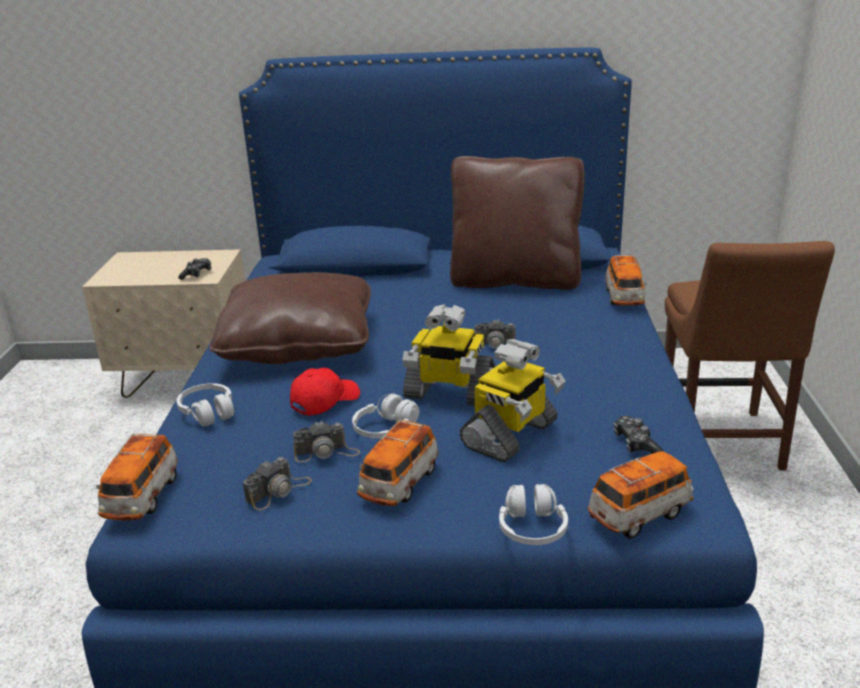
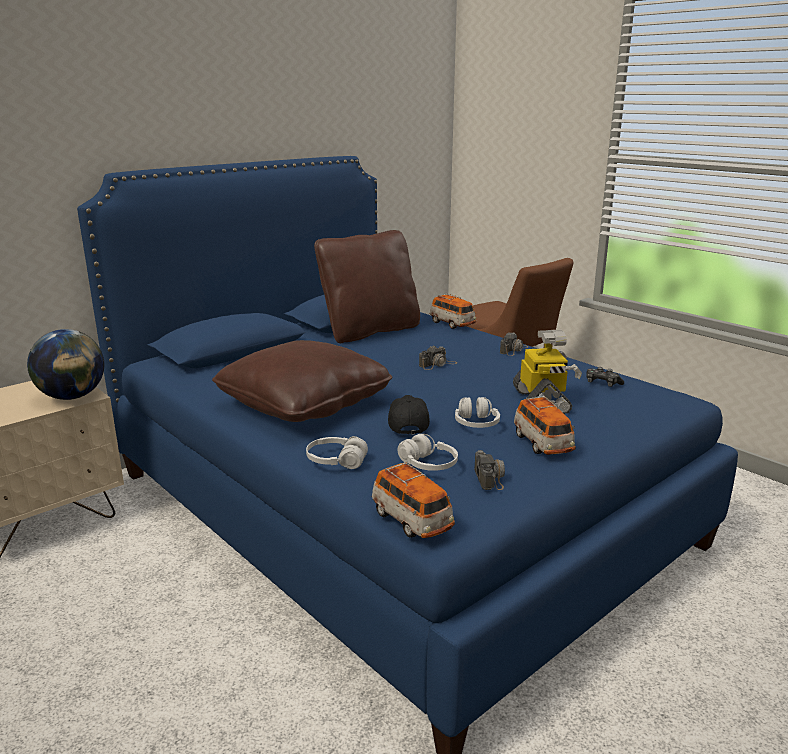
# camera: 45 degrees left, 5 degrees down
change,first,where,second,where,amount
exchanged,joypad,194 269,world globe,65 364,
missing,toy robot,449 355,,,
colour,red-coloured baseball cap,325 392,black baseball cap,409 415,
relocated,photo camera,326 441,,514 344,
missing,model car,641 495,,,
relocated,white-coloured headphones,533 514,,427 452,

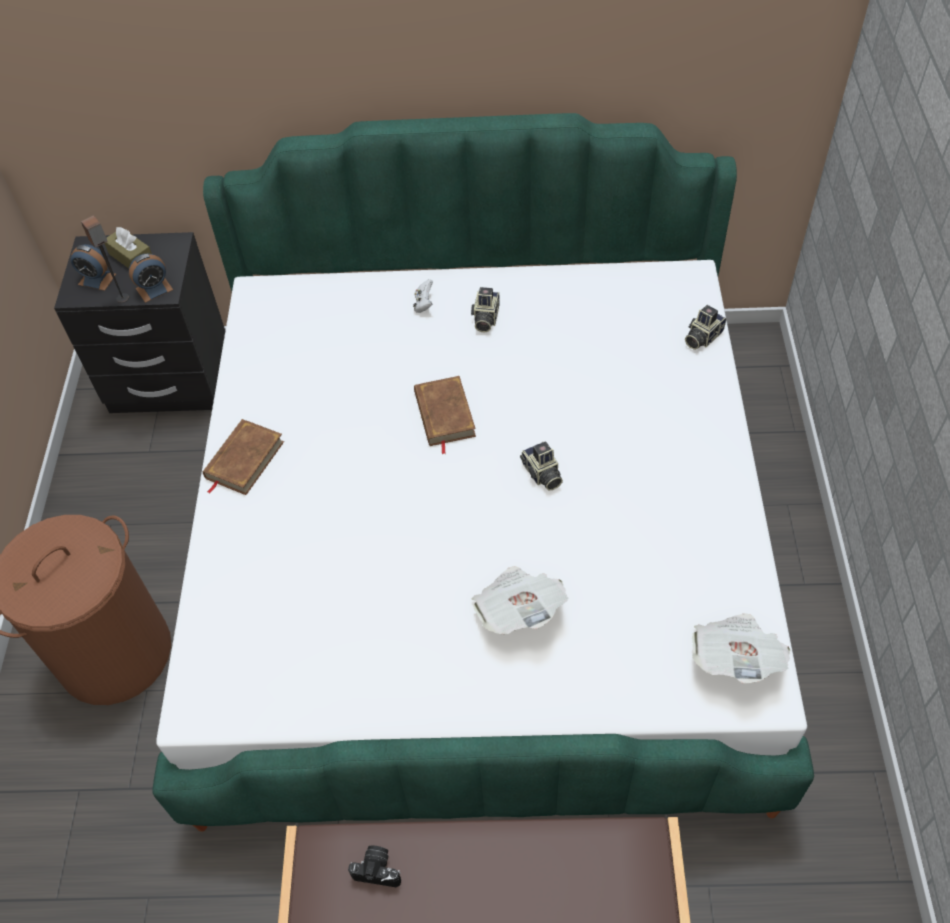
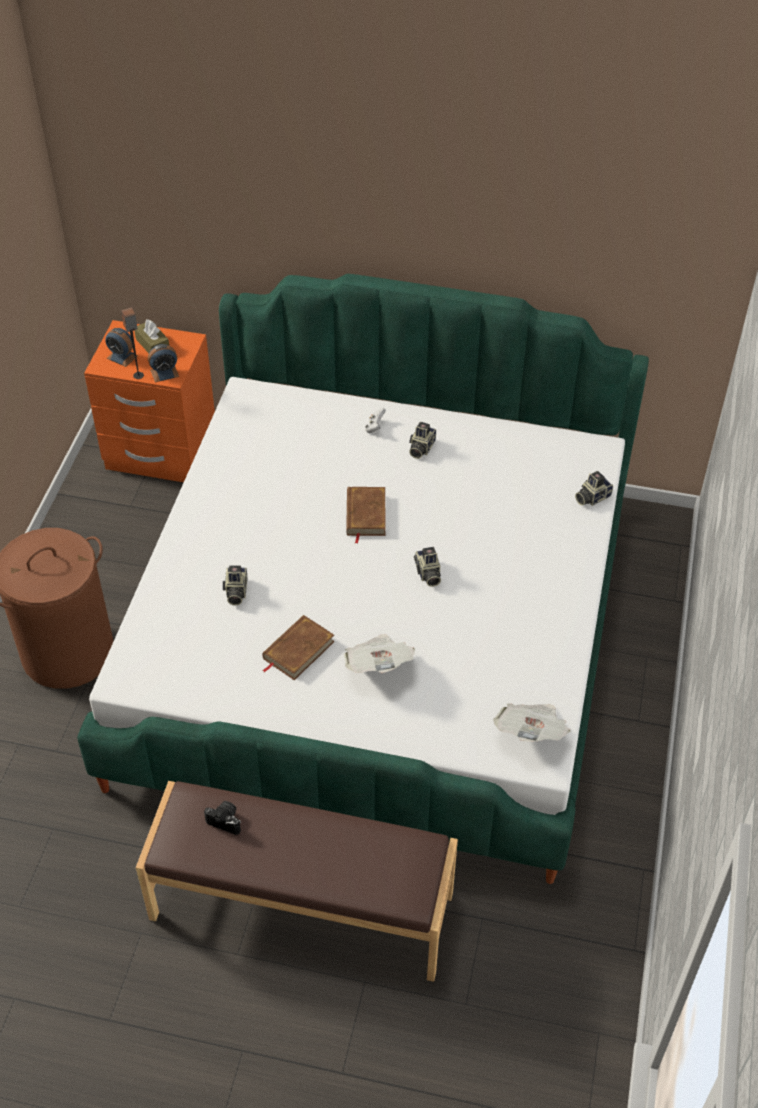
# camera: 10 degrees right, 5 degrees down
change,first,where,second,where,amount
colour,black bedside table,139 322,orange-coloured bedside table,149 401,
relocated,brown-coloured bound book,243 457,,298 647,
appeared,,,photo camera,235 585,

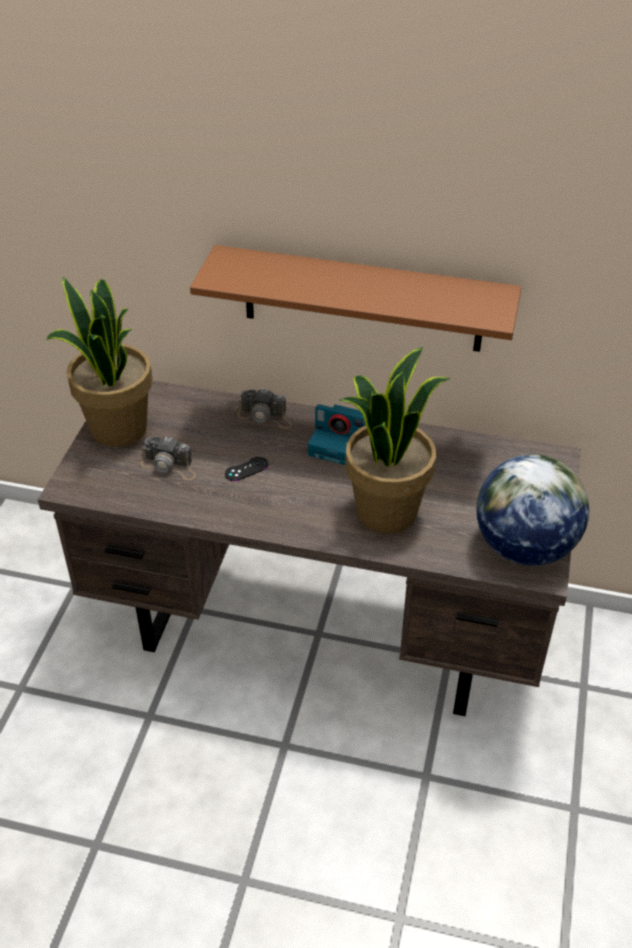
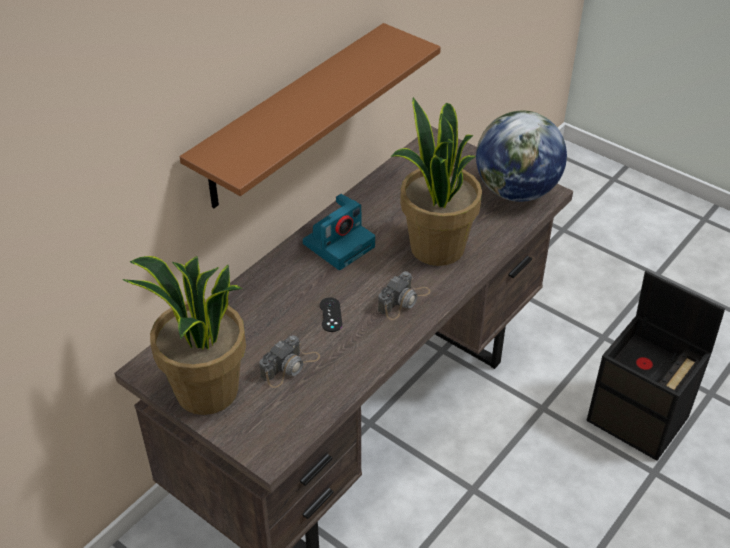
# camera: 65 degrees left, 0 degrees up
change,first,where,second,where,amount
relocated,photo camera,265 408,,404 295,
appeared,,,black storage container,656 366,

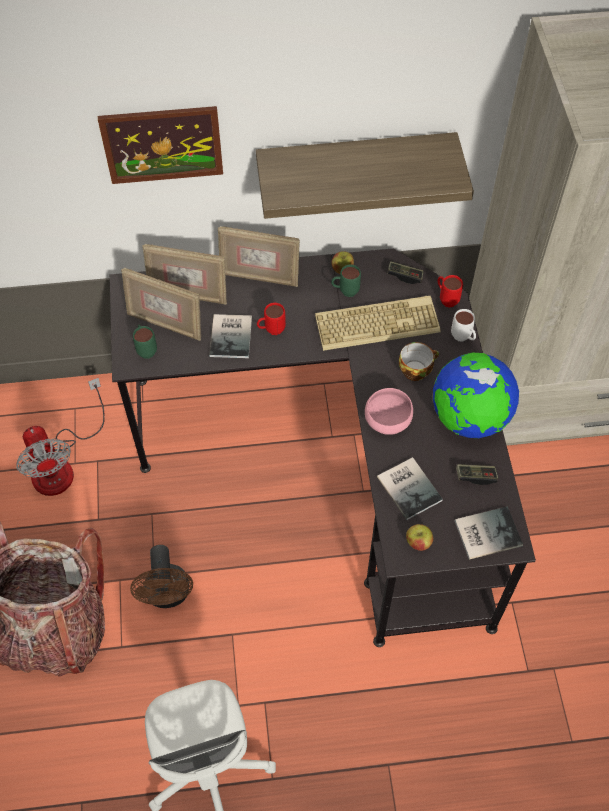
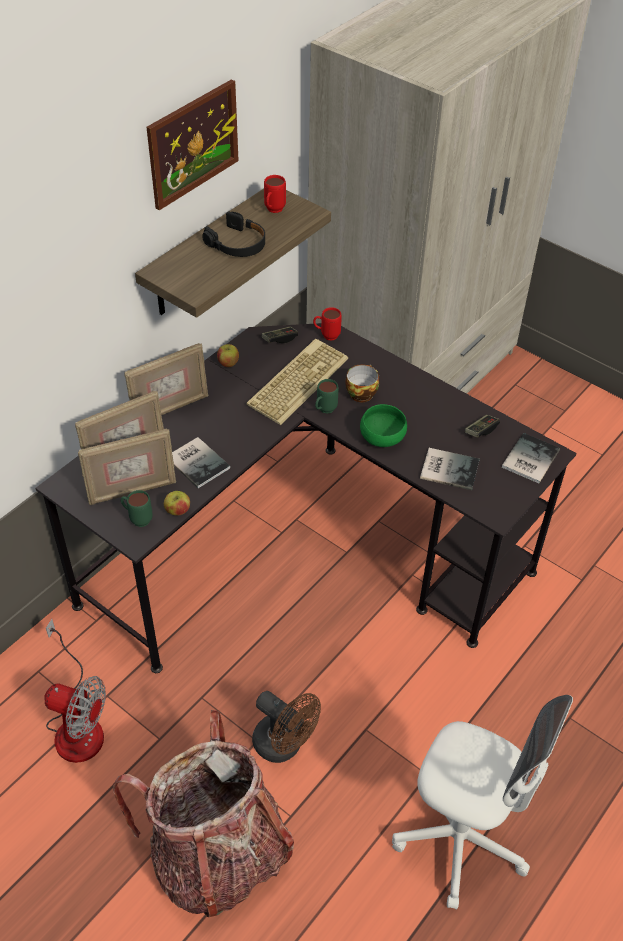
# camera: 45 degrees left, 10 degrees down
change,first,where,second,where,amount
relocated,wall art,160 145,,193 144,
relocated,green-coloured coffee mug,346 280,,327 396,
relocated,red-coloured coffee mug,271 319,,275 194,
missing,white-coloured coffee mug,463 325,,,
missing,world globe,476 395,,,
colour,pink-coloured deep dish,389 411,green-coloured deep dish,383 425,
relocated,apple fruit,419 537,,177 503,
appeared,,,black headphones,233 234,

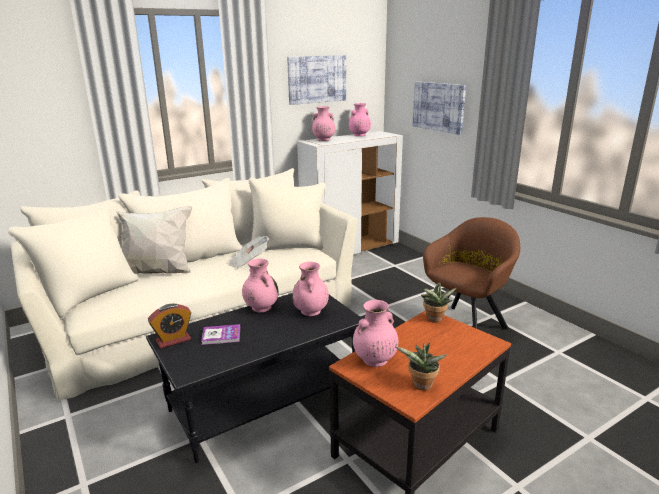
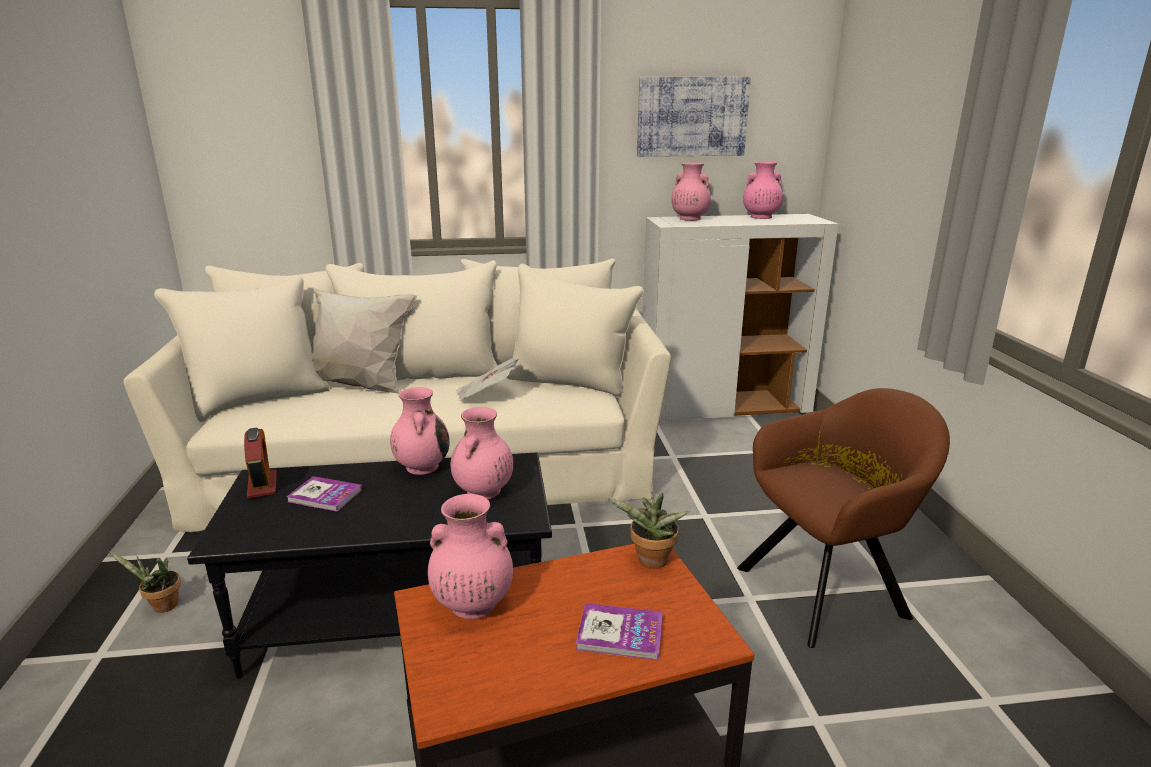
# camera: 25 degrees right, 0 degrees up
change,first,where,second,where,amount
missing,wall art,439 108,,,
spun,bedside clock,169 326,,260 463,105 degrees counterclockwise
relocated,houseplant,421 367,,145 582,
appeared,,,bound book,619 631,

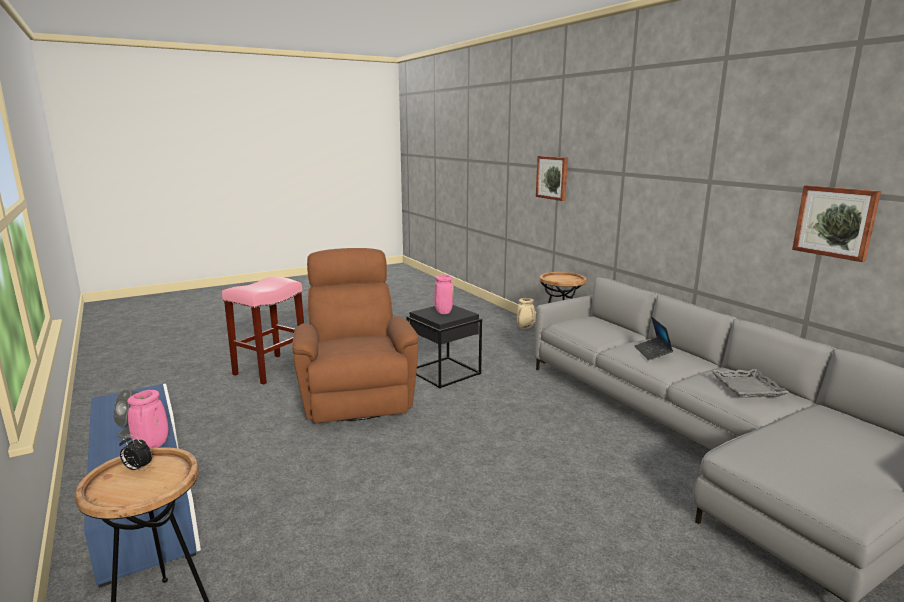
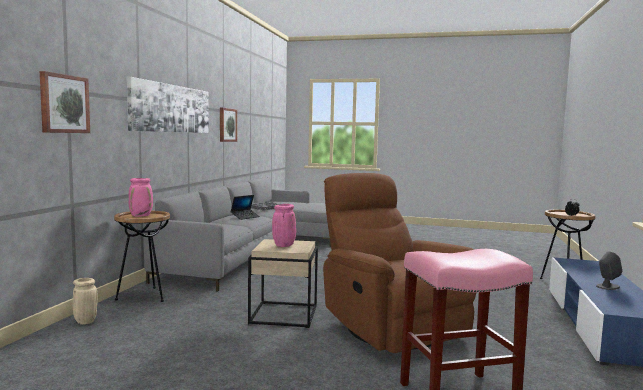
# camera: 135 degrees left, 10 degrees down
change,first,where,second,where,amount
spun,brown-coloured lounge chair,355 335,,399 263,120 degrees clockwise
colour,black accent table,444 347,beige accent table,283 283,
relocated,pink-coloured flower vase,148 419,,141 197,
appeared,,,wall art,168 105,

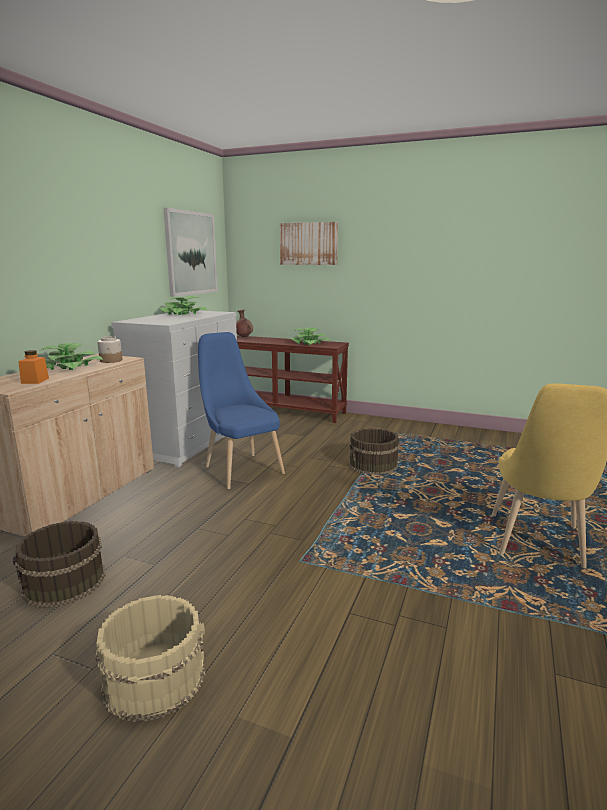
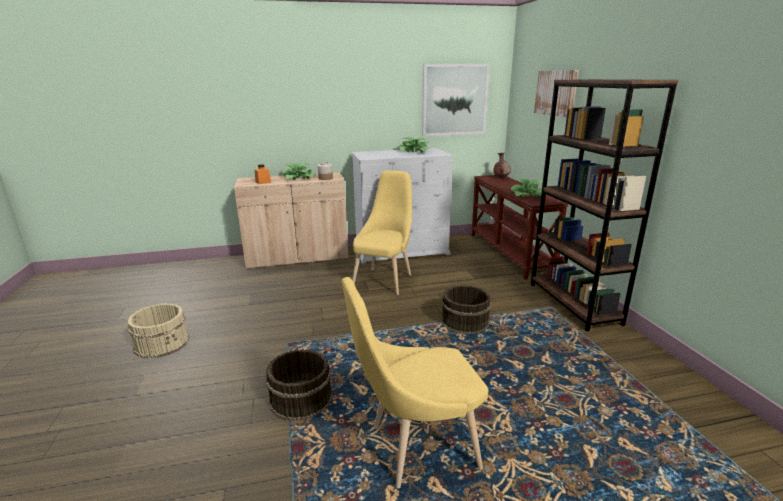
# camera: 55 degrees right, 5 degrees up
change,first,where,second,where,amount
colour,bluish chair,241 410,yellow chair,382 233,
relocated,brown-coloured water bucket,59 564,,299 385,
appeared,,,brown-coloured bookcase,604 205,

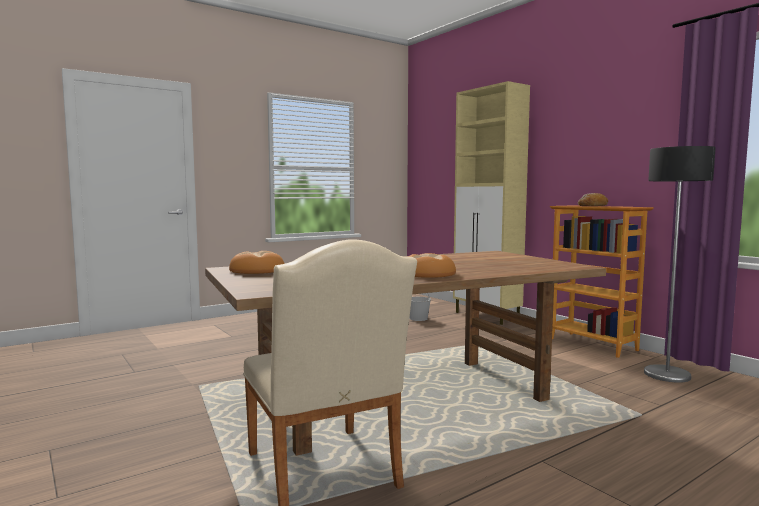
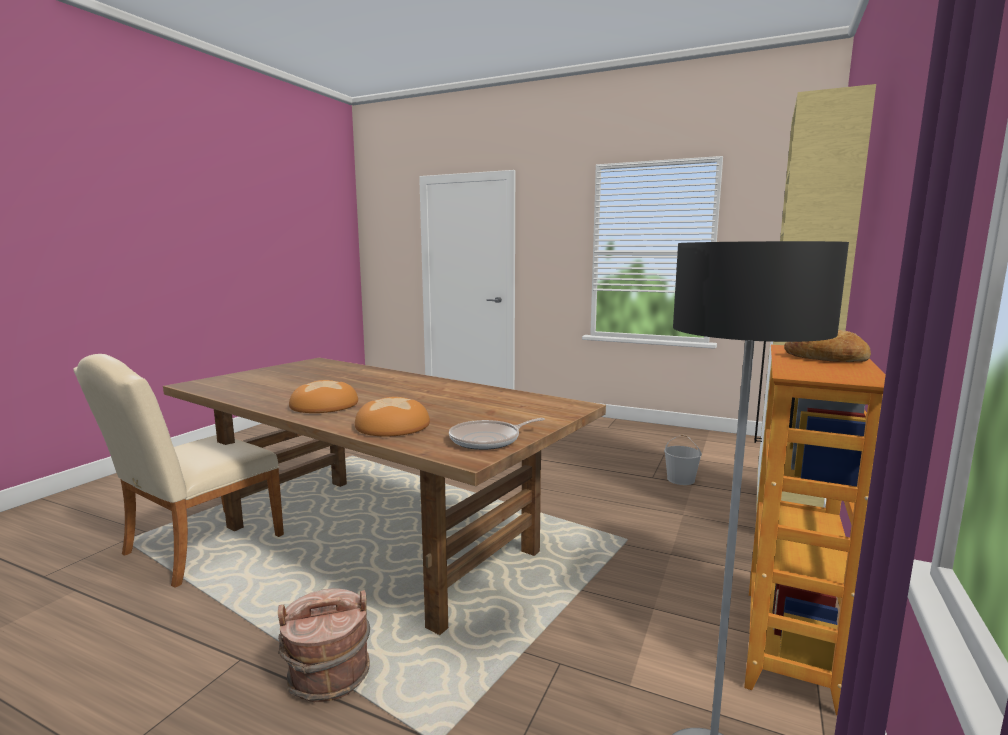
# camera: 60 degrees right, 5 degrees up
change,first,where,second,where,amount
relocated,baked bread,256 262,,392 417,
appeared,,,pan,497 434,
appeared,,,brown-coloured water bucket,324 645,

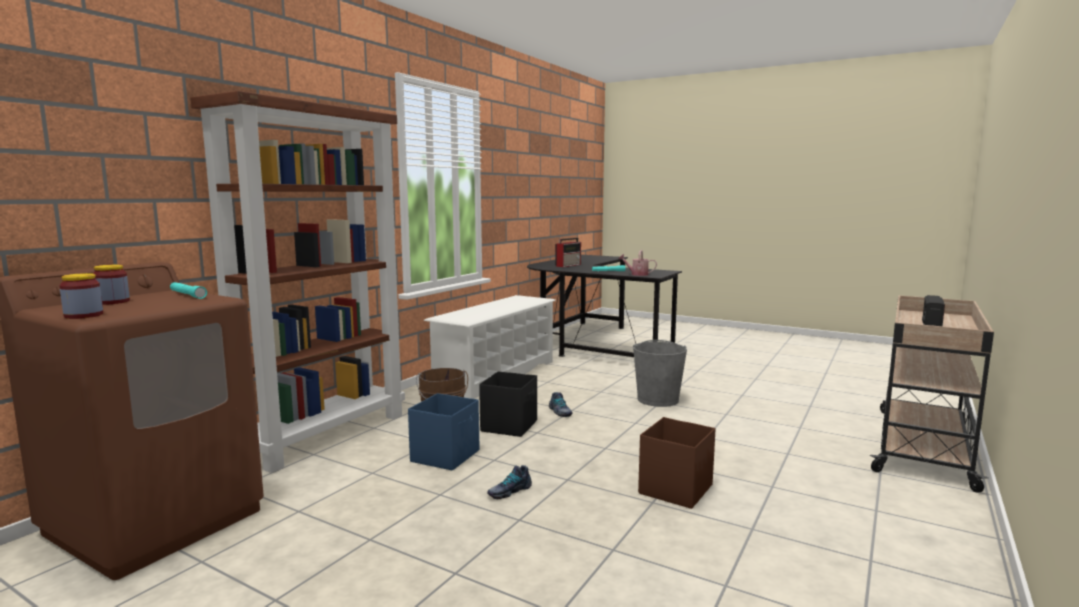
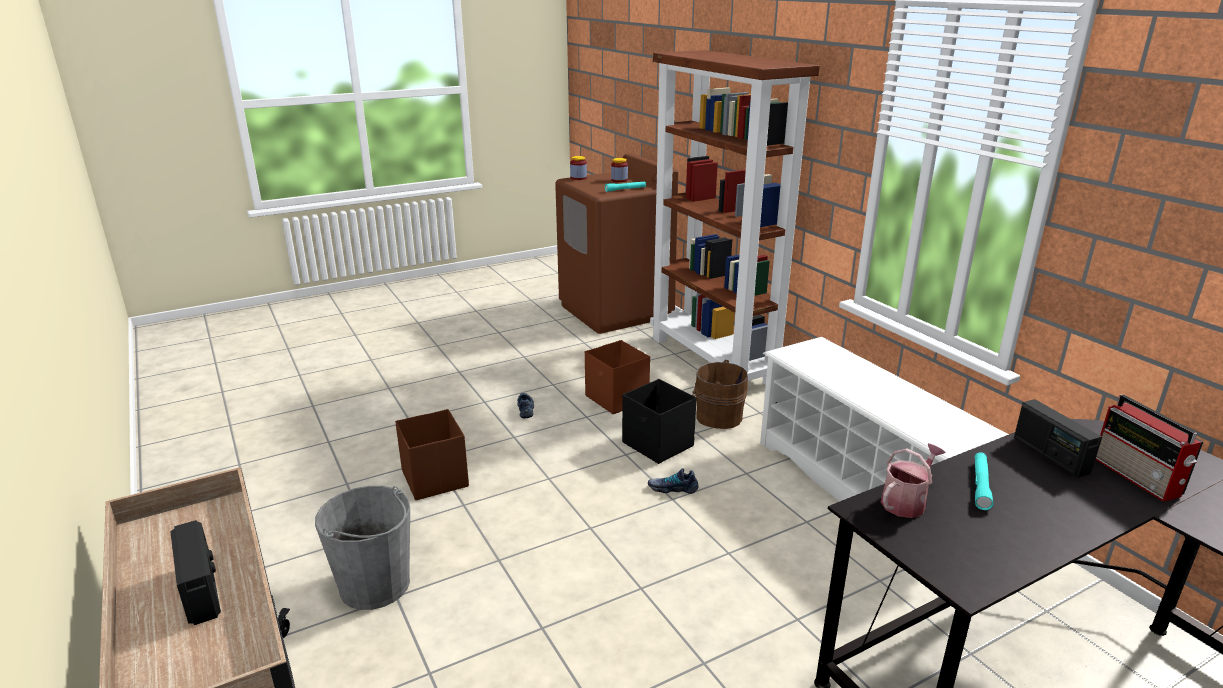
# camera: 120 degrees right, 15 degrees up
change,first,where,second,where,amount
relocated,greyish water bucket,660 373,,362 548,
colour,bluish storage container,444 432,brown-coloured storage container,617 377,
appeared,,,radio,1058 438,

